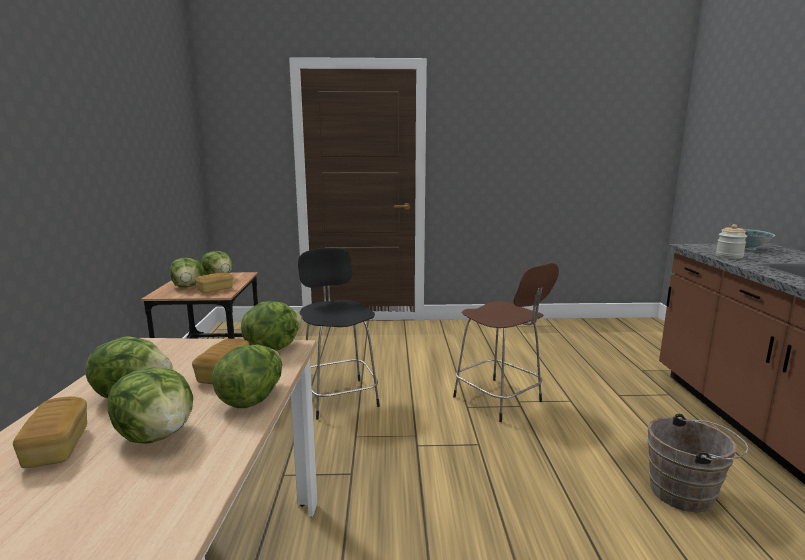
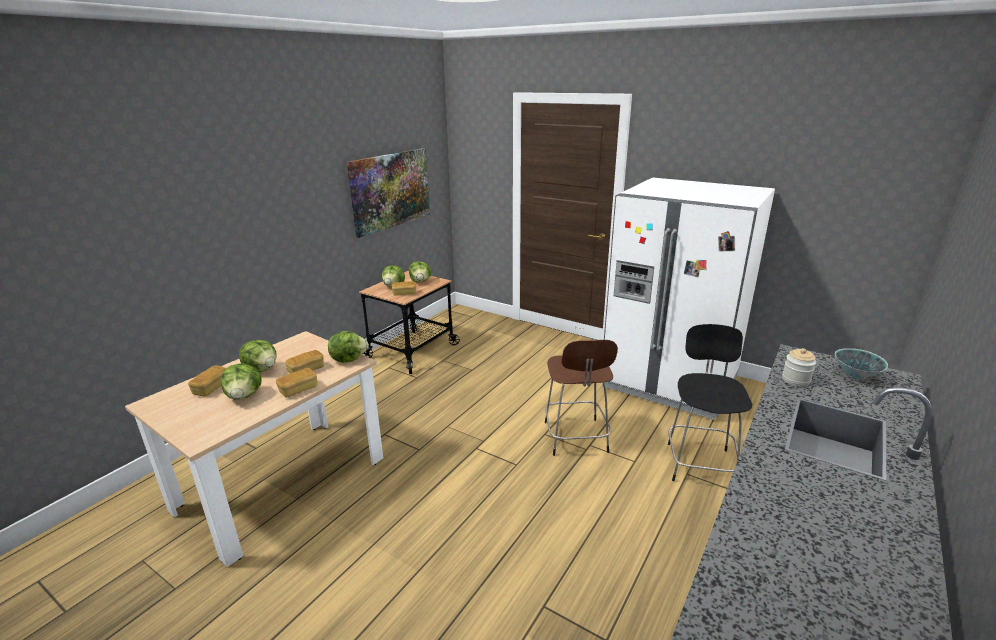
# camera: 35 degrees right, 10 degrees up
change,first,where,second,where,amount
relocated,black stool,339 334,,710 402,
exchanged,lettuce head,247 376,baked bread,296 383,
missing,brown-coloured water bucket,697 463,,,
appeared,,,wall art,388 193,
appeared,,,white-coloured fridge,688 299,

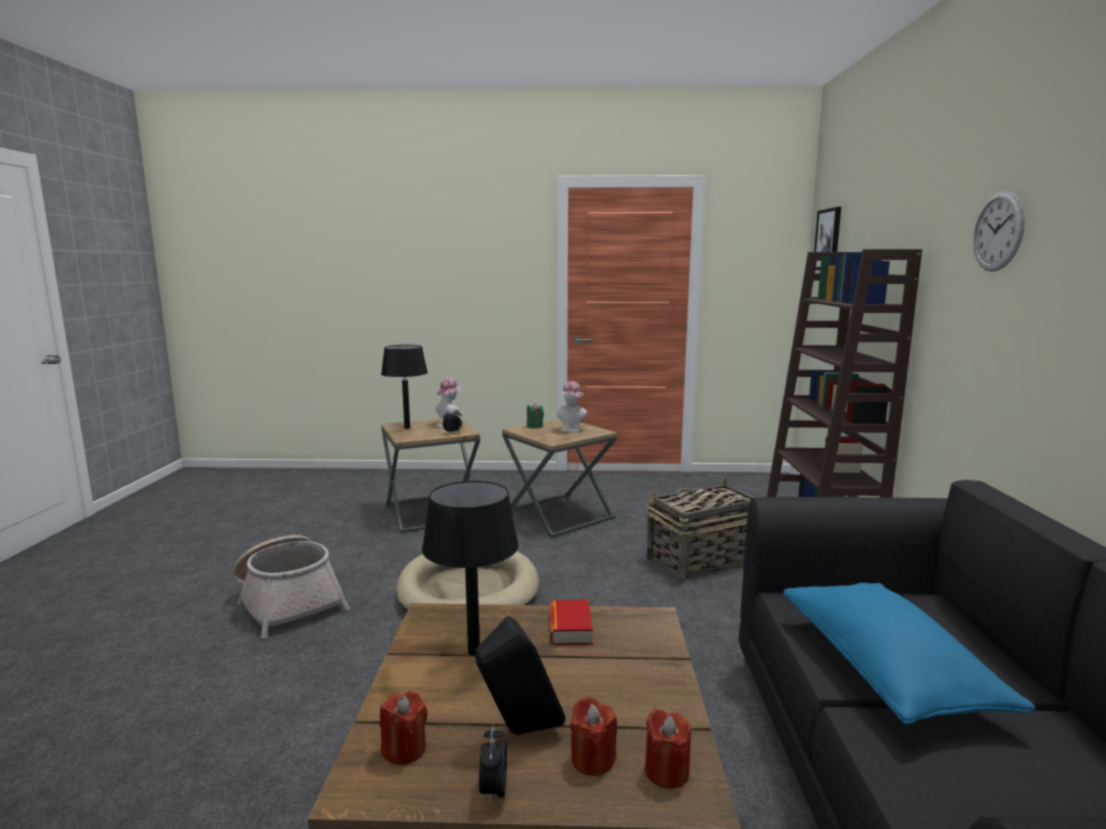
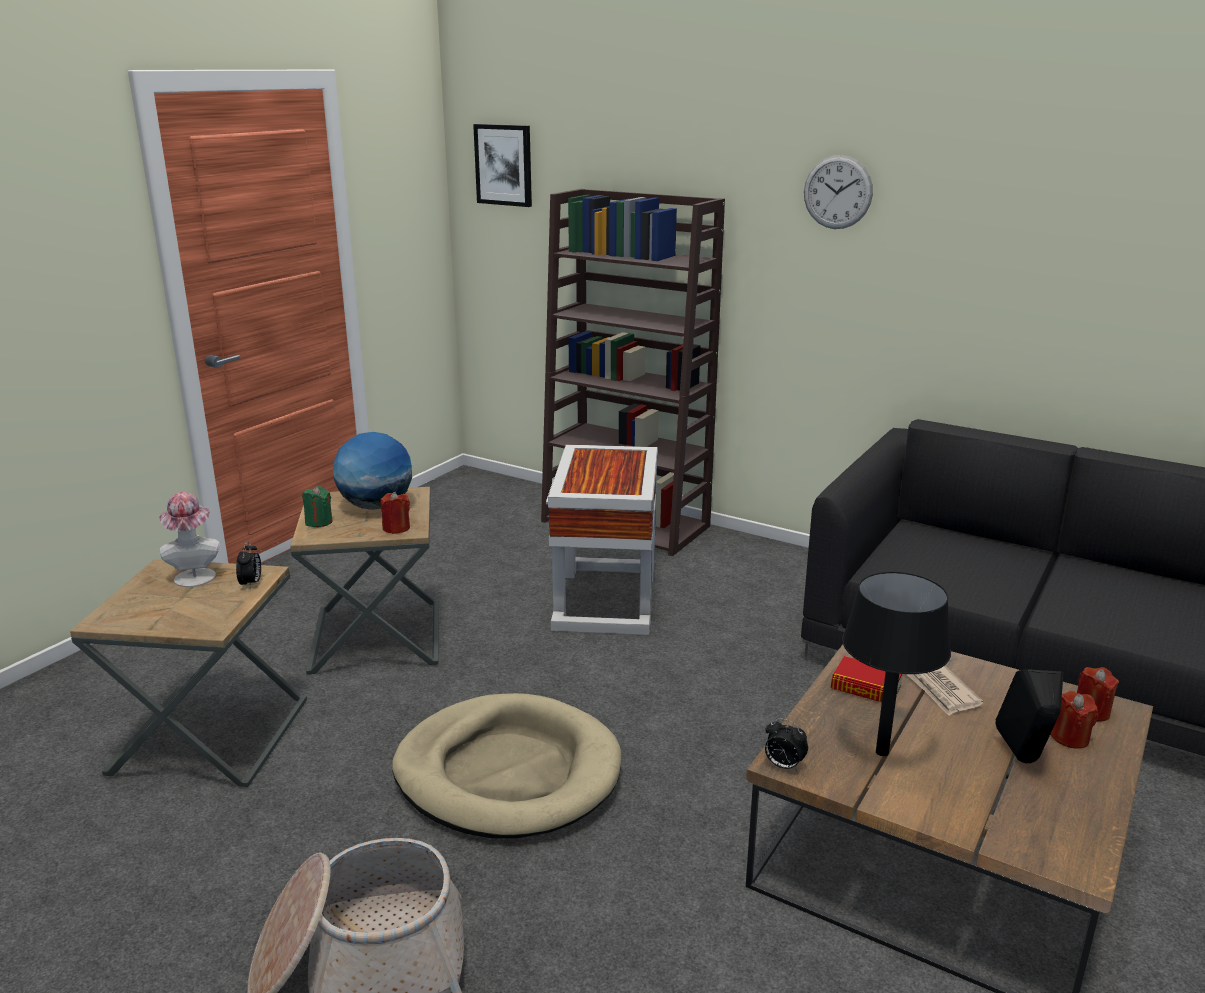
# camera: 60 degrees left, 10 degrees up
change,first,where,second,where,amount
missing,black table lamp,404 387,,,
exchanged,hat,571 406,world globe,372 471,
exchanged,household basket,700 530,white-coloured accent table,602 540,
missing,bluish cushion,909 653,,,
relocated,red-coloured candle,404 728,,395 513,
relocated,bedside clock,493 765,,786 744,
appeared,,,printed paper,945 691,

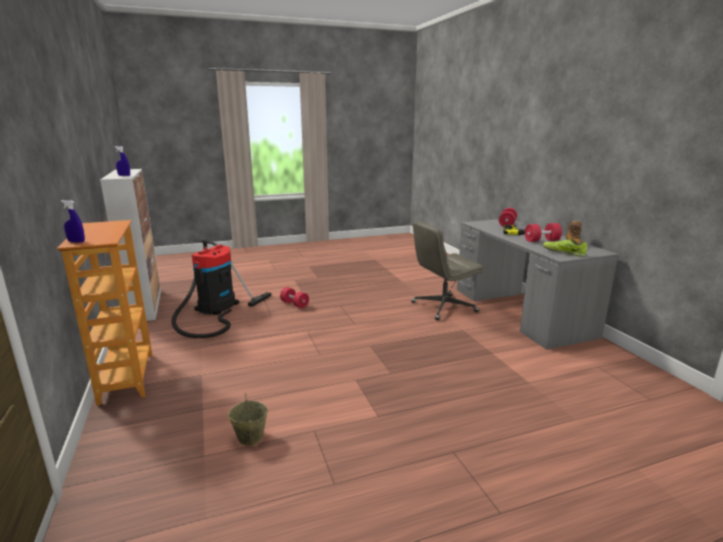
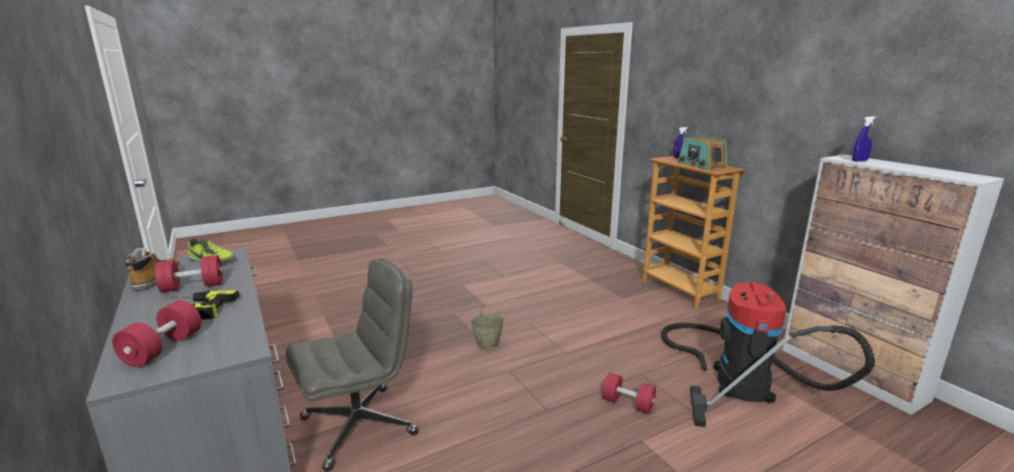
# camera: 170 degrees right, 0 degrees up
change,first,where,second,where,amount
relocated,beige water bucket,248 418,,487 326,
appeared,,,radio,702 153,

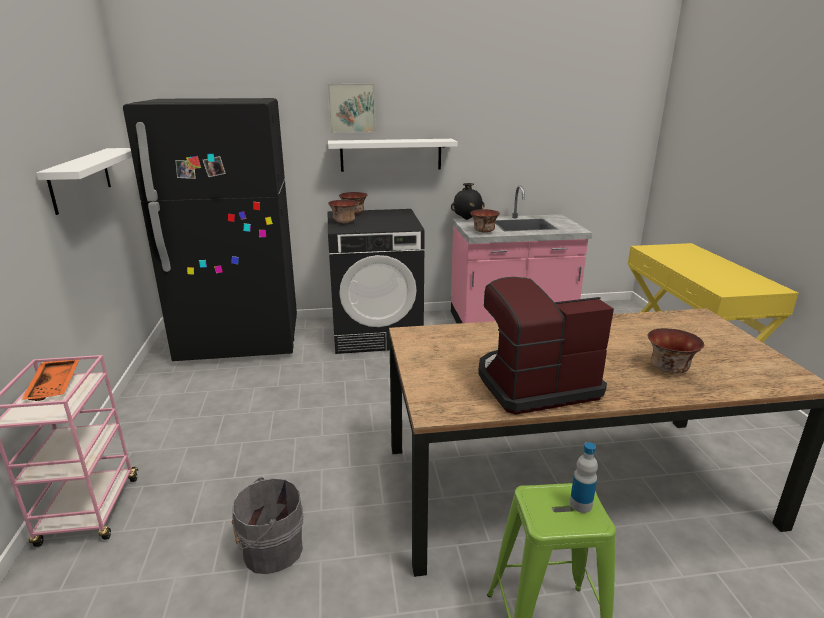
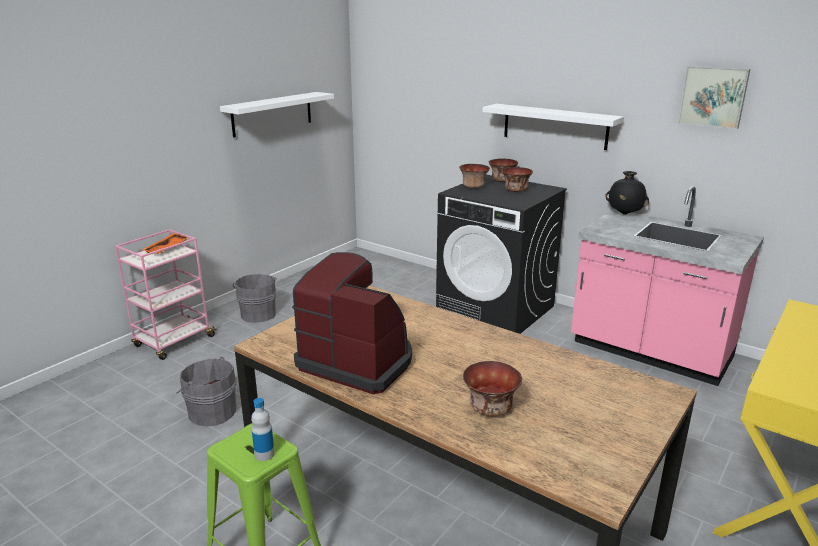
# camera: 45 degrees right, 0 degrees up
change,first,where,second,where,amount
relocated,wall art,352 108,,714 97,
missing,black fridge,210 229,,,
relocated,deep dish,485 221,,517 179,
appeared,,,greyish water bucket,255 298,

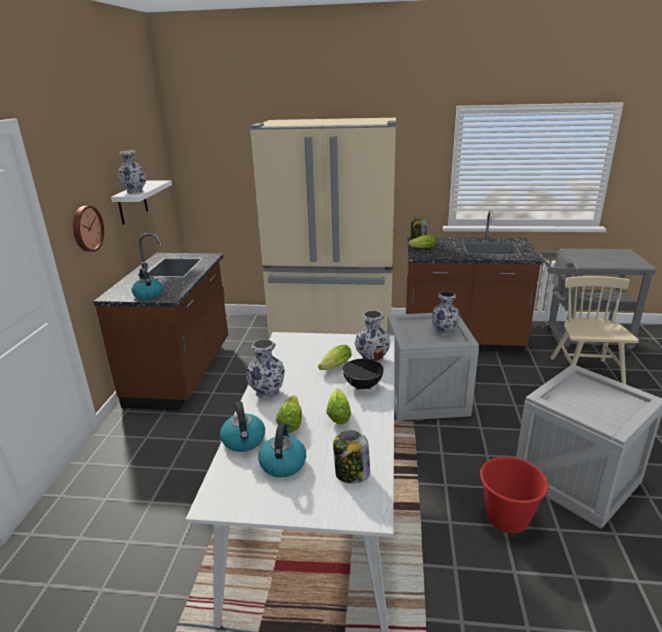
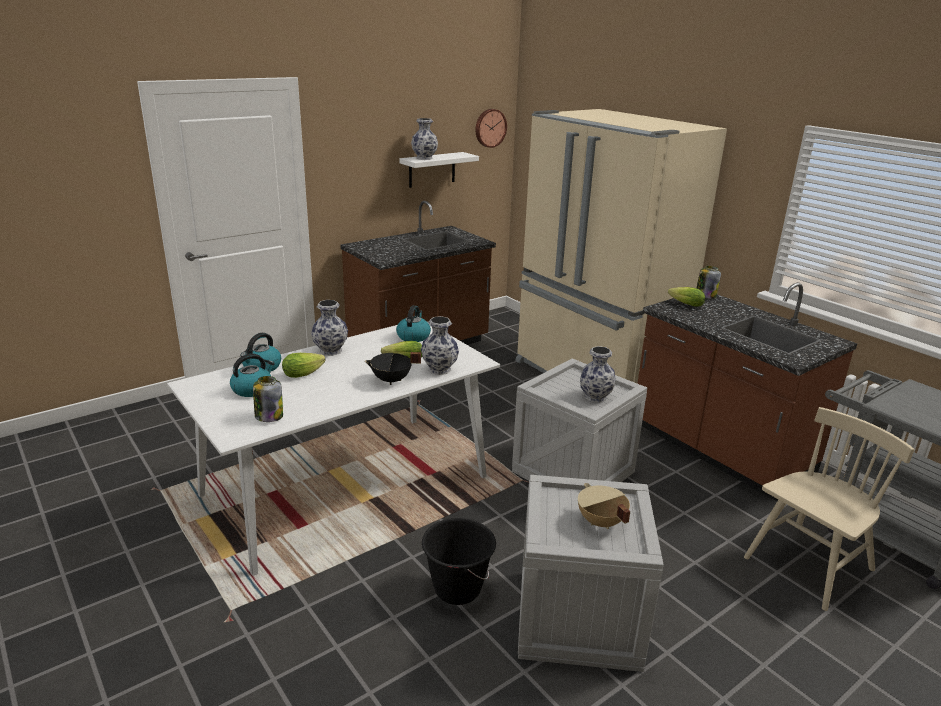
# camera: 45 degrees right, 0 degrees up
change,first,where,second,where,amount
relocated,clock on the wall,88 229,,491 128,
relocated,kettle,147 284,,413 323,
missing,lettuce head,338 406,,,
colour,red-coloured water bucket,514 495,black water bucket,459 561,
appeared,,,beige cooking pot,604 506,

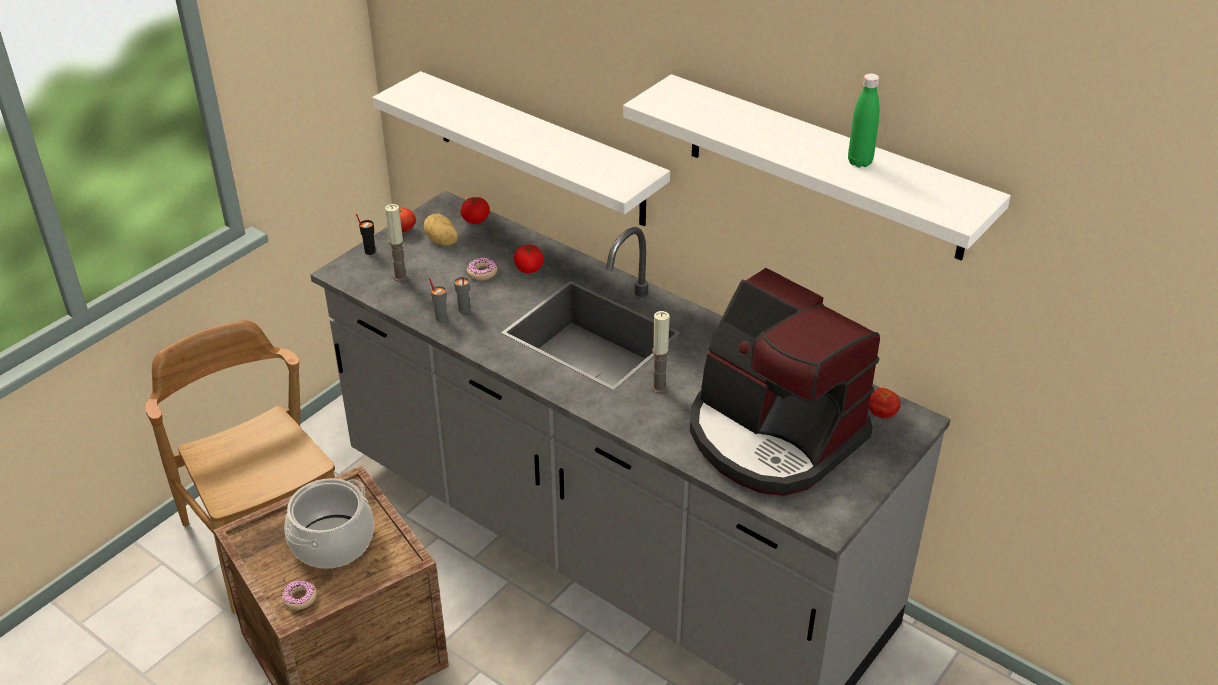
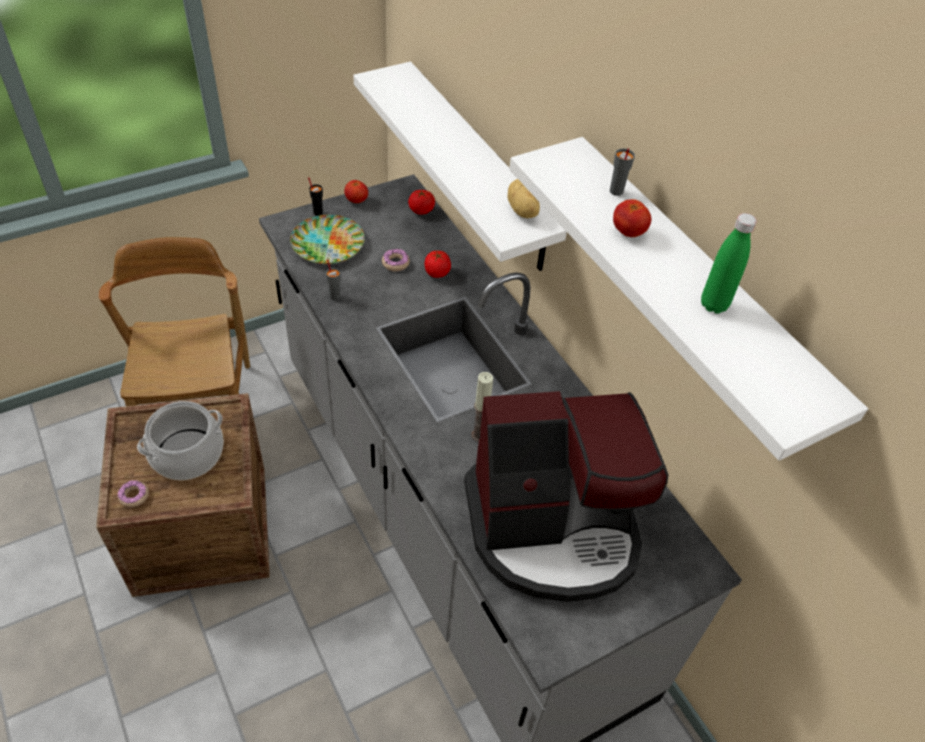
# camera: 20 degrees right, 10 degrees up
change,first,where,second,where,amount
exchanged,candle,396 242,plate,327 239,
relocated,whole potato,441 229,,524 198,
spun,coffee brewer,785 382,,566 496,75 degrees counterclockwise
relocated,greyish drinking cup,462 295,,622 172,
relocated,whole tomato,885 403,,632 218,

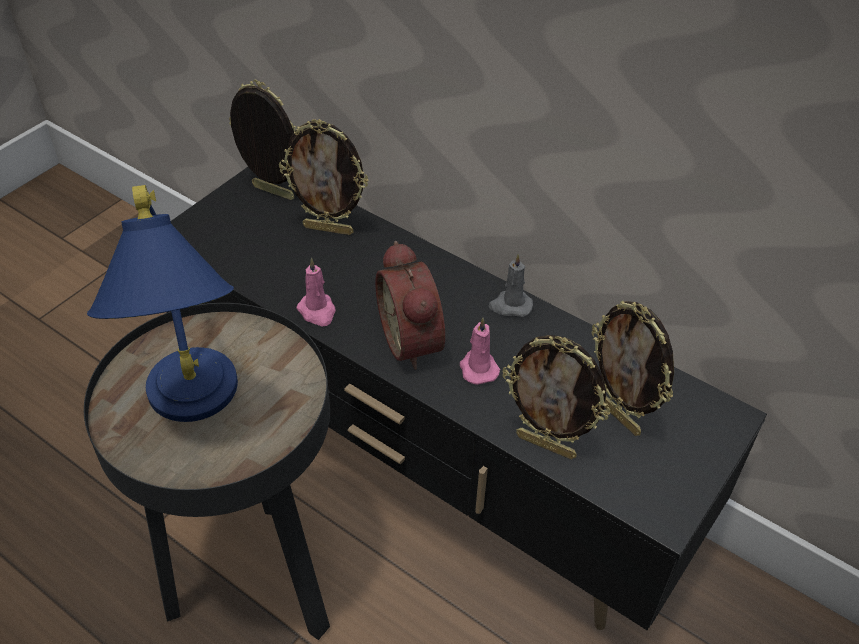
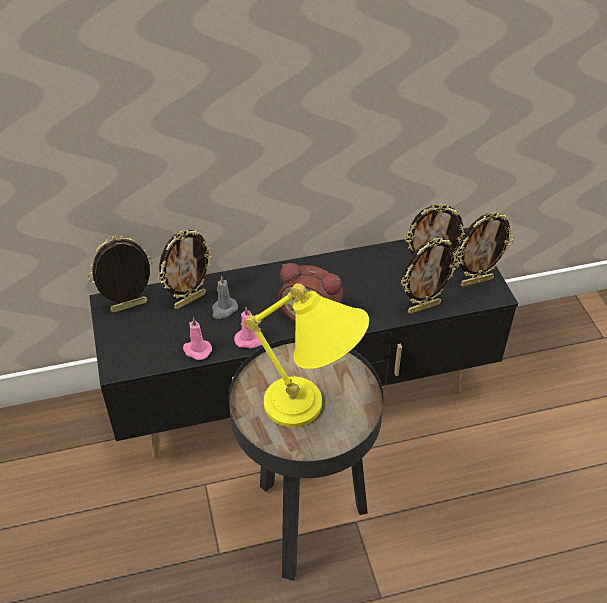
# camera: 50 degrees left, 0 degrees up
change,first,where,second,where,amount
colour,bluish table lamp,162 303,yellow table lamp,306 355,
relocated,greyish candle,510 285,,225 297,
relocated,pink-coloured candle,480 351,,197 338,
appeared,,,photo frame,485 249,

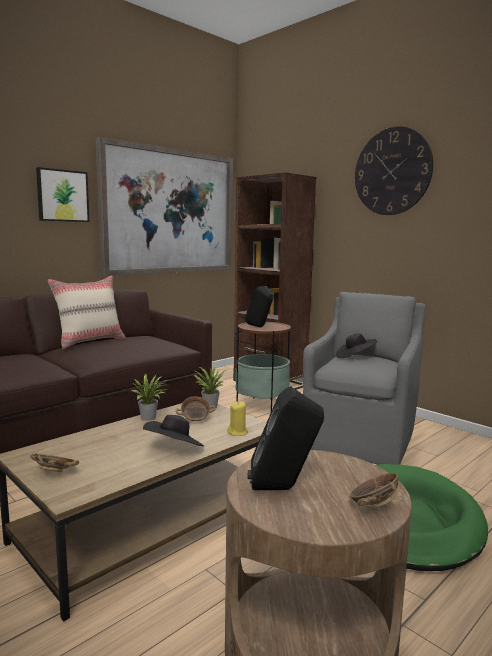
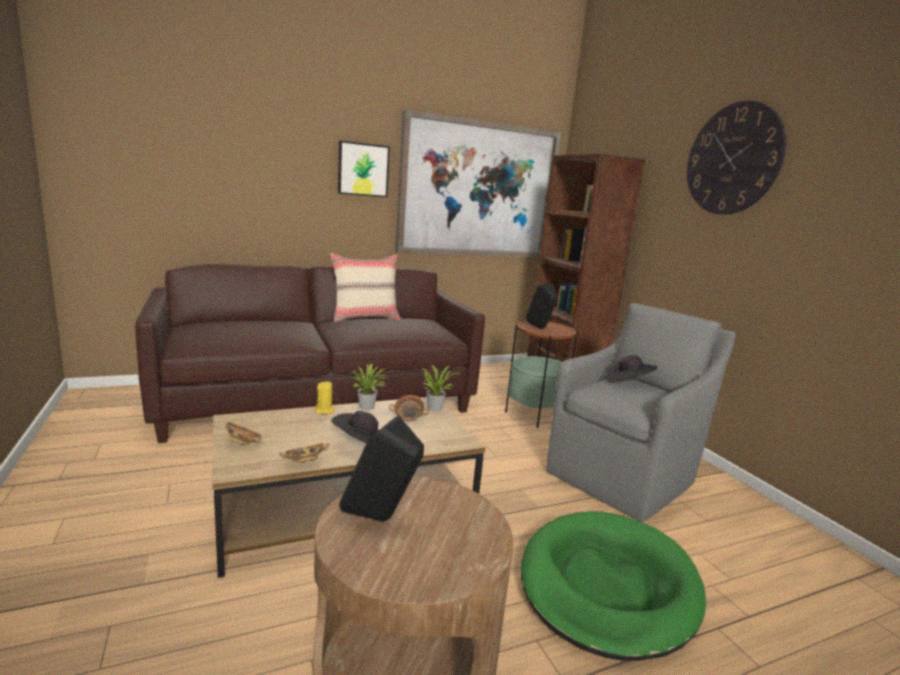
# camera: 20 degrees right, 5 degrees up
change,first,where,second,where,amount
relocated,yellow candle,237 418,,324 397,
relocated,deep dish,373 490,,304 453,

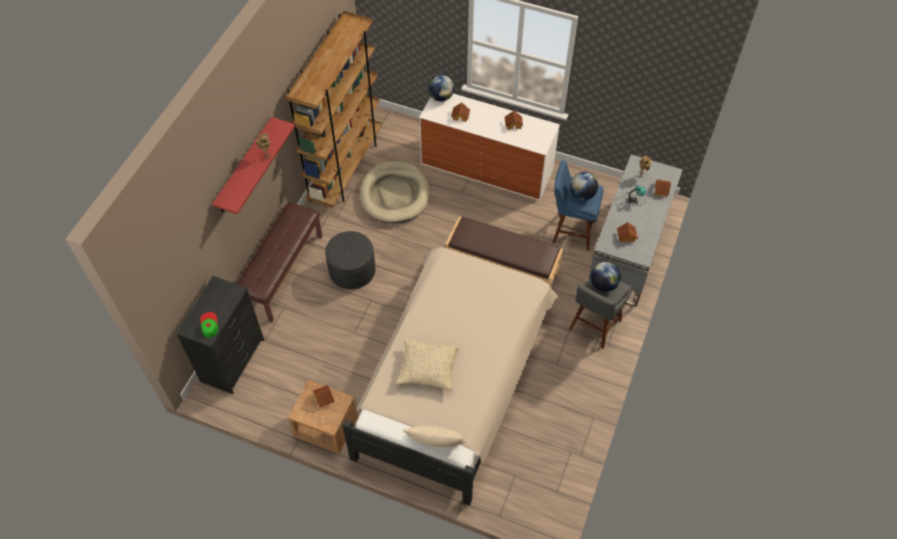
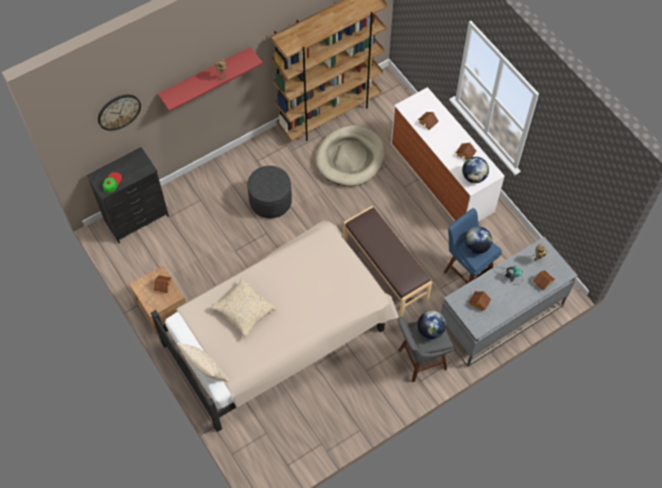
# camera: 35 degrees right, 5 degrees up
change,first,where,second,where,amount
relocated,world globe,441 88,,475 170,
missing,brown-coloured bench,280 263,,,
appeared,,,clock on the wall,119 113,

